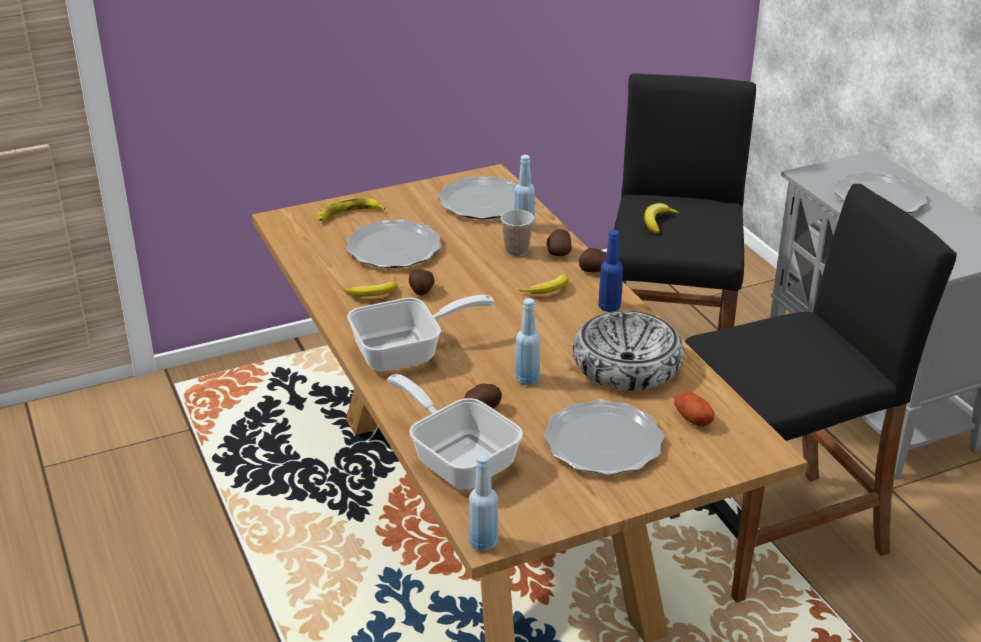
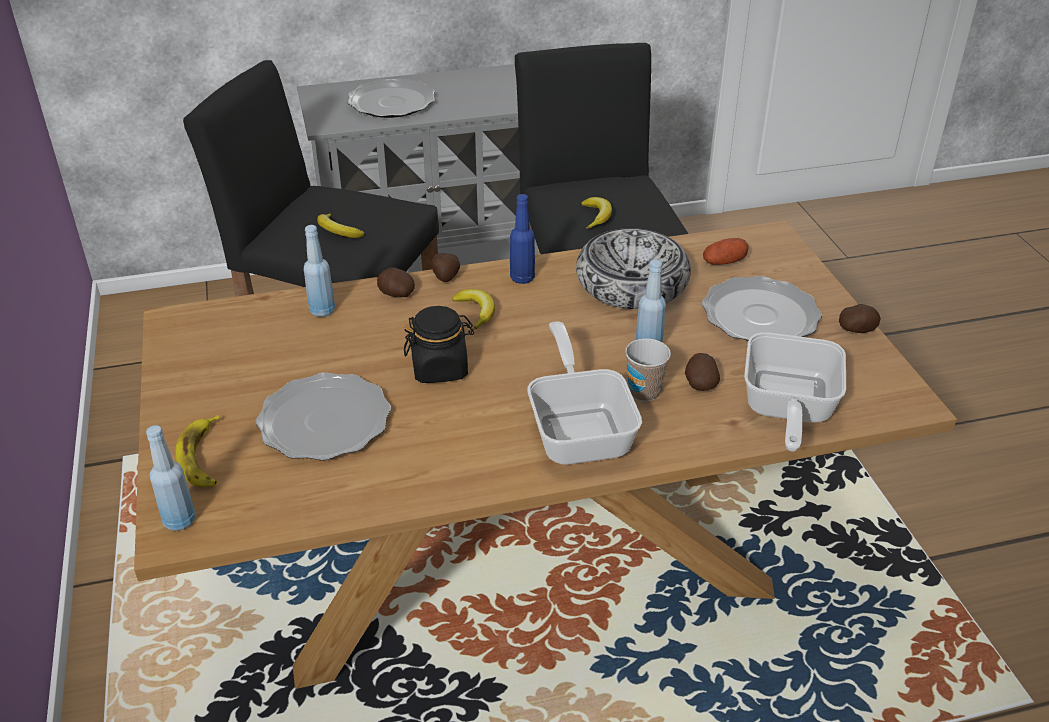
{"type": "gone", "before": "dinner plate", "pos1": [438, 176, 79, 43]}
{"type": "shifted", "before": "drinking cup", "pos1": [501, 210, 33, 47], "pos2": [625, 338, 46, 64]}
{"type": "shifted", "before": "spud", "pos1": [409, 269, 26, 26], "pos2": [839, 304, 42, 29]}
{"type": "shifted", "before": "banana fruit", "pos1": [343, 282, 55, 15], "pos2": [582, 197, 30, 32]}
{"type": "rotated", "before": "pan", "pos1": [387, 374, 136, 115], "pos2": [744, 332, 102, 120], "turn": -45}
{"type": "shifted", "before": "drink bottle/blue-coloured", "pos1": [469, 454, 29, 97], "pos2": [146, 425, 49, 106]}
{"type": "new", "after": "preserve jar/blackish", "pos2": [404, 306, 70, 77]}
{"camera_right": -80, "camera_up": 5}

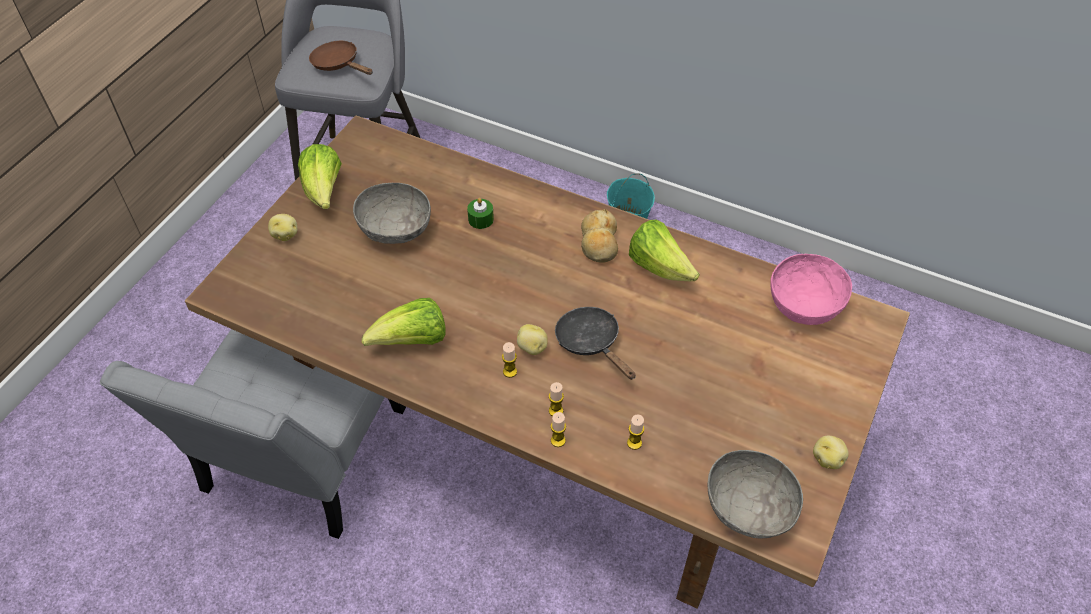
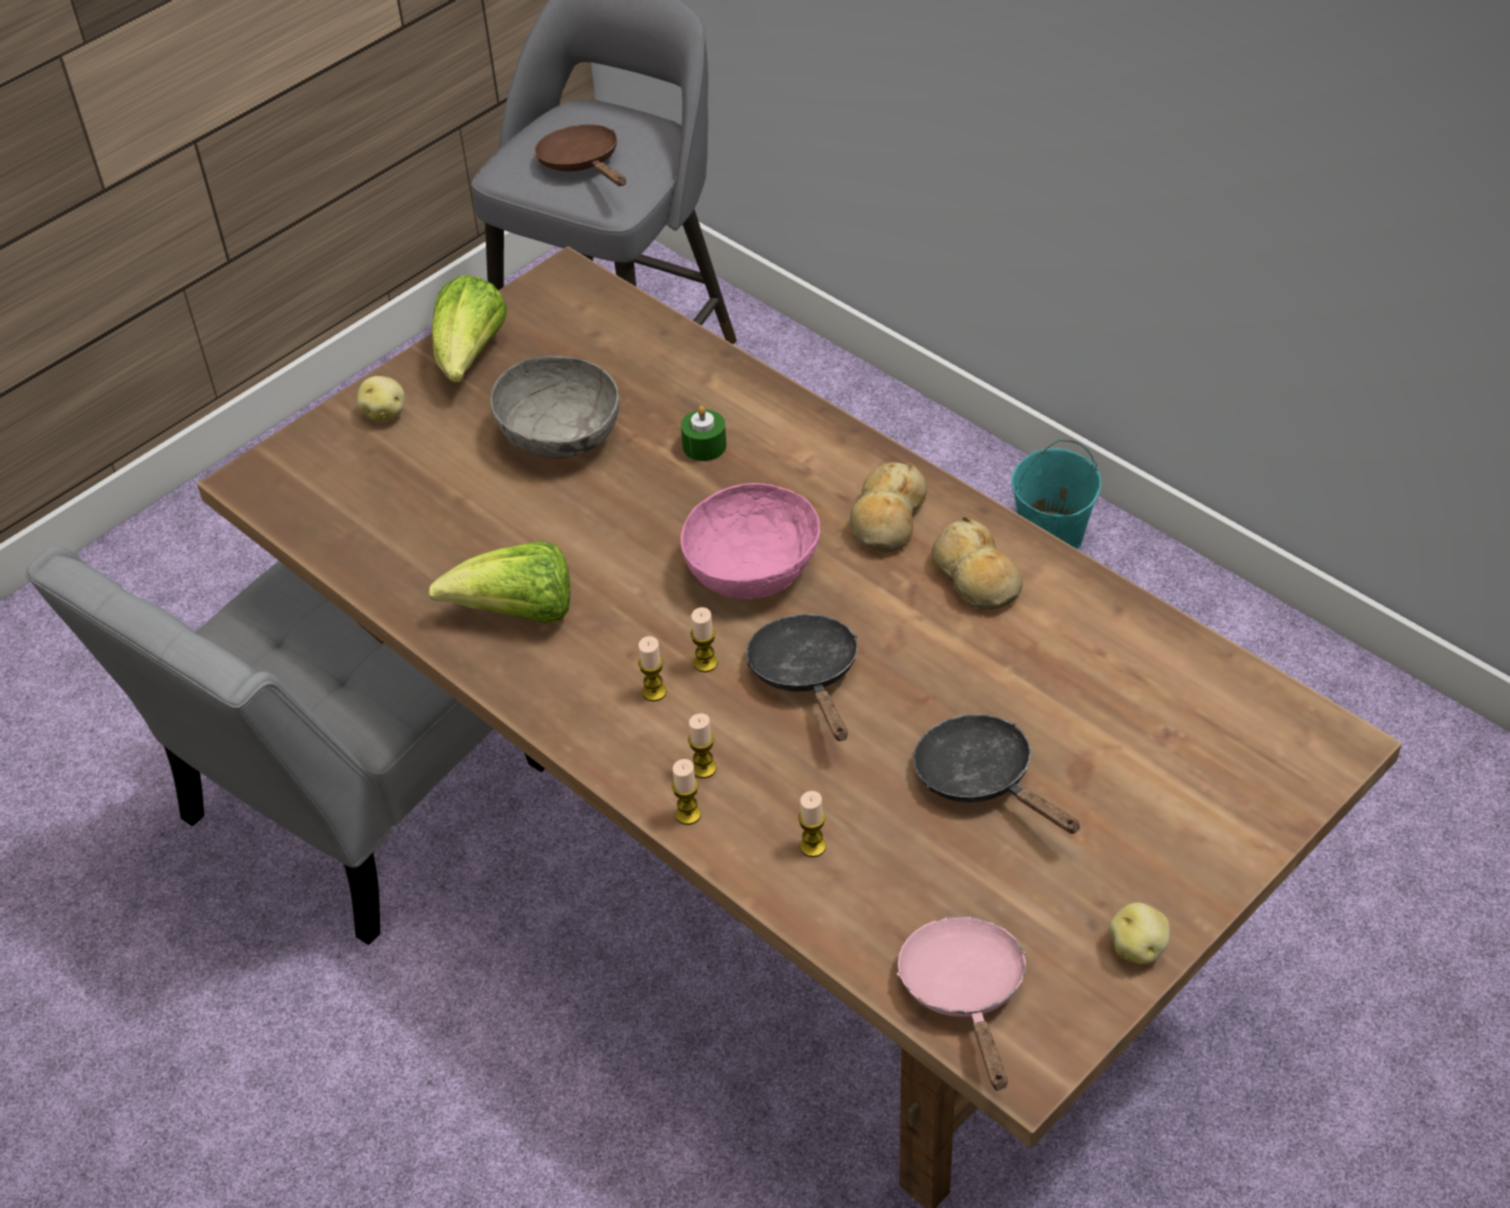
{"type": "swapped", "before": "lettuce", "after": "bread", "pos1": [629, 220, 71, 61], "pos2": [931, 517, 92, 93]}
{"type": "shifted", "before": "serving bowl/pinkish", "pos1": [770, 254, 82, 71], "pos2": [681, 483, 139, 116]}
{"type": "swapped", "before": "spud", "after": "wax candle", "pos1": [517, 324, 31, 31], "pos2": [690, 607, 28, 65]}
{"type": "swapped", "before": "serving bowl/greyish", "after": "pan/pinkish", "pos1": [707, 450, 96, 89], "pos2": [897, 916, 129, 174]}
{"type": "new", "after": "pan/blackish", "pos2": [913, 714, 167, 120]}
{"camera_right": 20, "camera_up": -5}

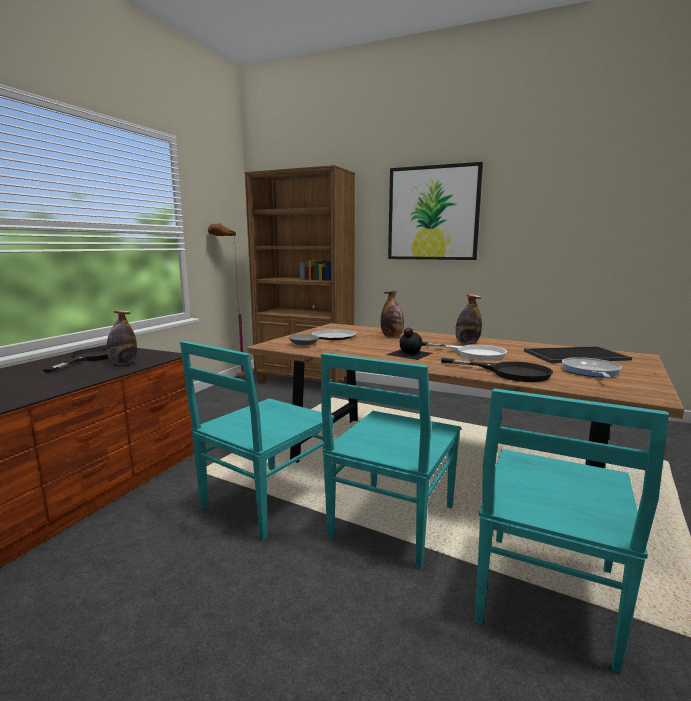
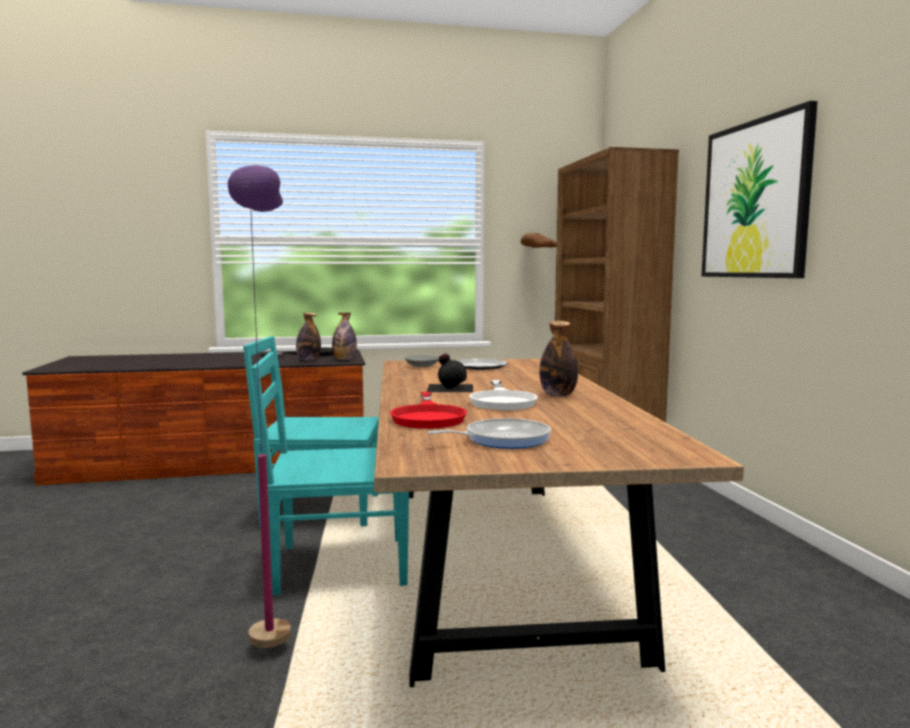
{"type": "shifted", "before": "drink bottle", "pos1": [381, 290, 23, 47], "pos2": [332, 312, 25, 48]}
{"type": "gone", "before": "tray", "pos1": [524, 346, 108, 17]}
{"type": "repainted", "before": "pan/blackish", "after": "pan/red-coloured", "pos1": [441, 358, 112, 24], "pos2": [390, 392, 77, 37]}
{"type": "swapped", "before": "plain chair/turquoise-coloured", "after": "standing lamp/purplish", "pos1": [475, 388, 194, 285], "pos2": [228, 165, 63, 483]}
{"camera_right": 55, "camera_up": -5}

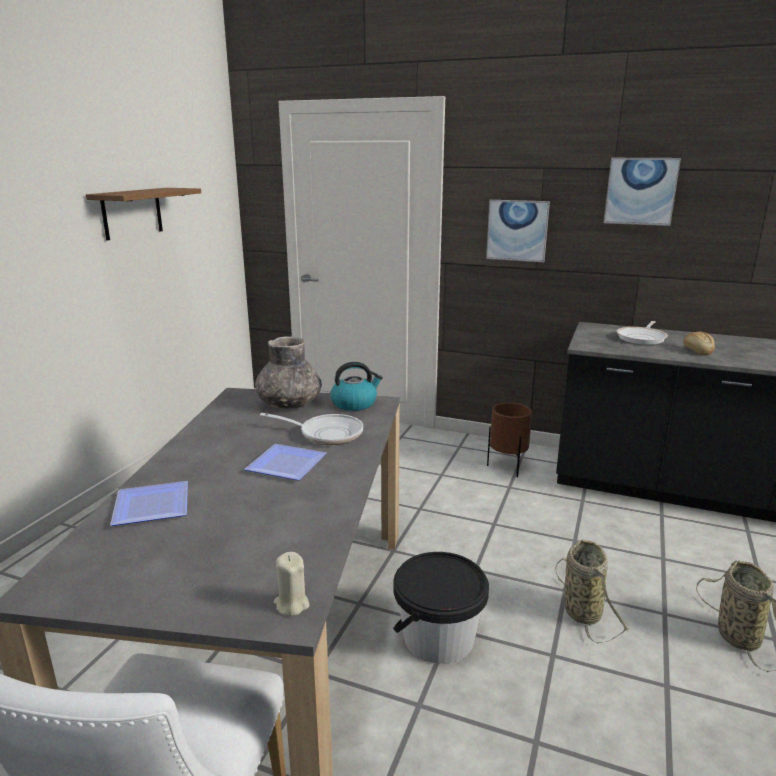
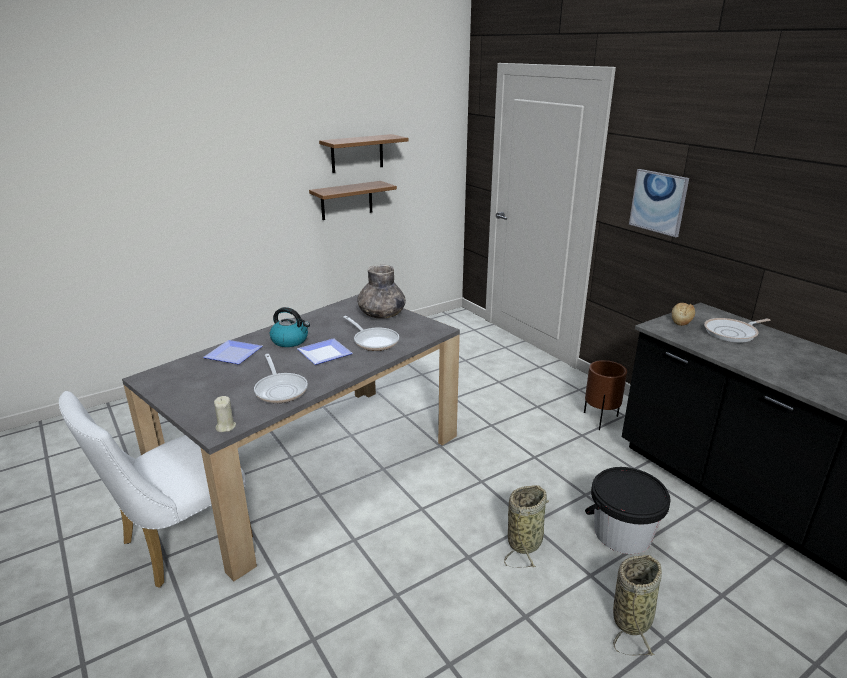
{"type": "gone", "before": "picture", "pos1": [603, 158, 78, 68]}
{"type": "shifted", "before": "bread", "pos1": [683, 331, 32, 25], "pos2": [672, 303, 23, 23]}
{"type": "shifted", "before": "tea kettle", "pos1": [330, 362, 53, 49], "pos2": [270, 307, 40, 40]}
{"type": "shifted", "before": "pail/blackish", "pos1": [393, 552, 96, 112], "pos2": [585, 467, 86, 87]}
{"type": "new", "after": "bracket shelf", "pos2": [309, 181, 88, 39]}
{"type": "new", "after": "pan", "pos2": [254, 354, 54, 49]}
{"camera_right": 35, "camera_up": 5}

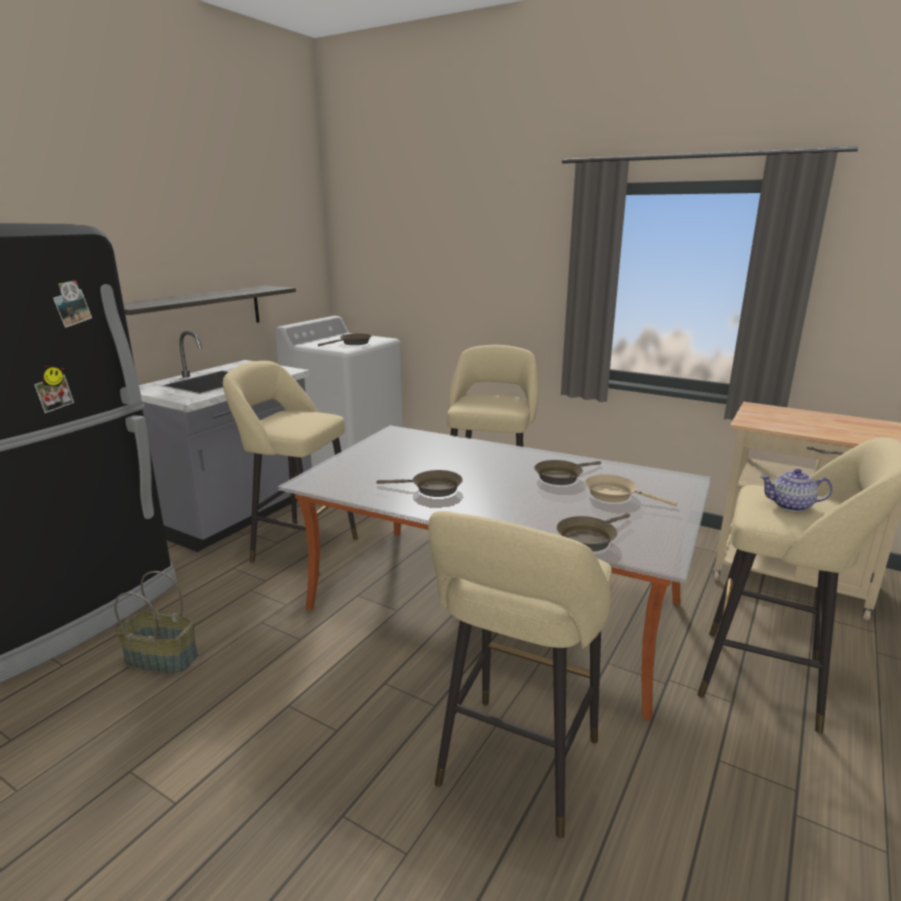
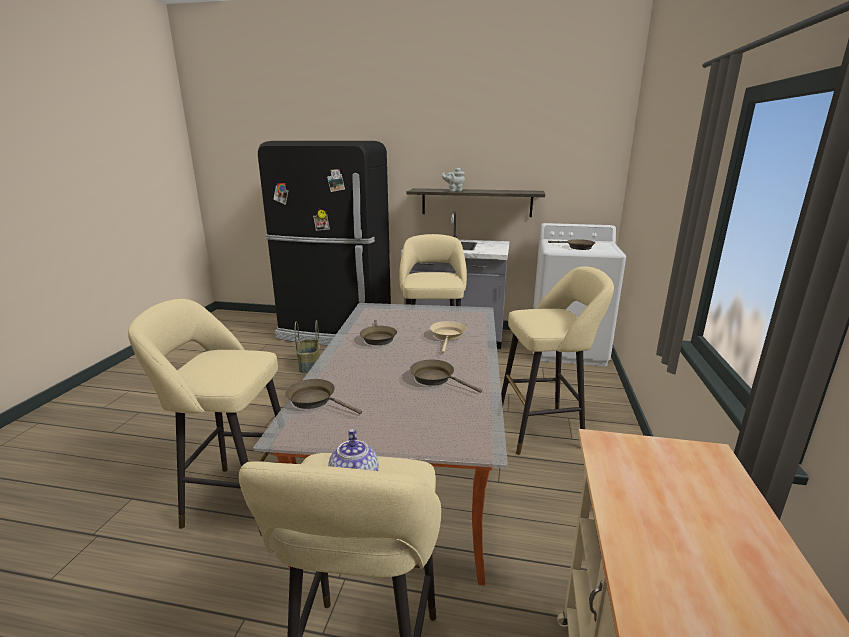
{"type": "shifted", "before": "pan/beige-coloured", "pos1": [585, 474, 92, 32], "pos2": [430, 321, 36, 32]}
{"type": "new", "after": "teapot/greyish", "pos2": [442, 168, 23, 23]}
{"camera_right": 70, "camera_up": 0}

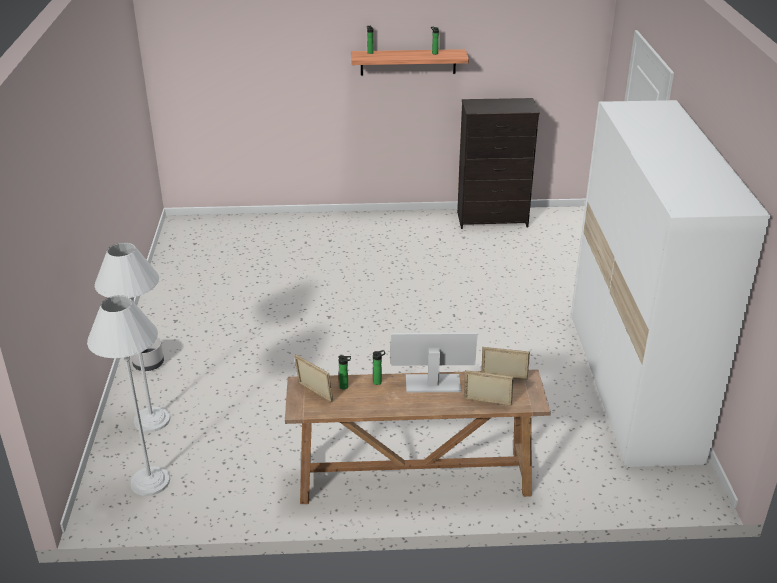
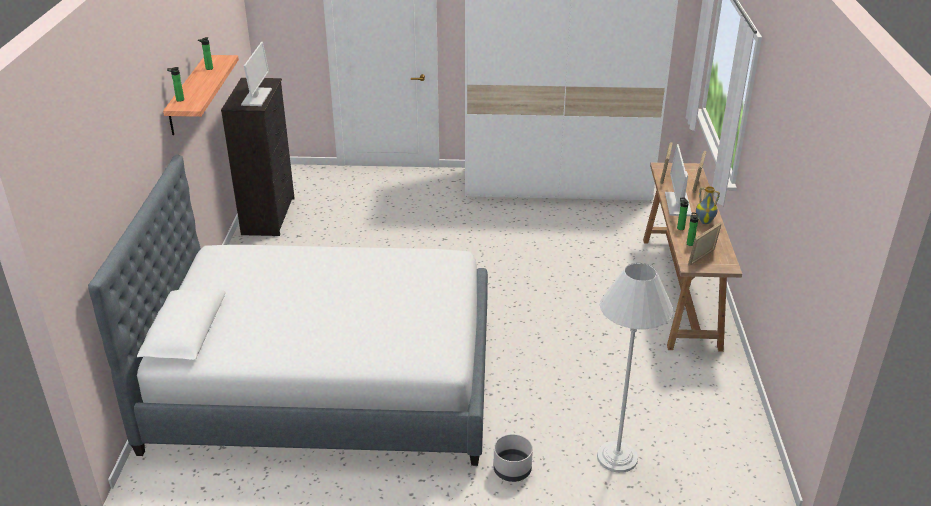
{"type": "gone", "before": "standing lamp/whitish", "pos1": [87, 295, 83, 201]}
{"type": "new", "after": "computer display", "pos2": [241, 42, 31, 64]}
{"type": "new", "after": "bedroom bed", "pos2": [88, 155, 400, 311]}
{"type": "new", "after": "vase", "pos2": [696, 186, 24, 38]}
{"camera_right": -85, "camera_up": 0}

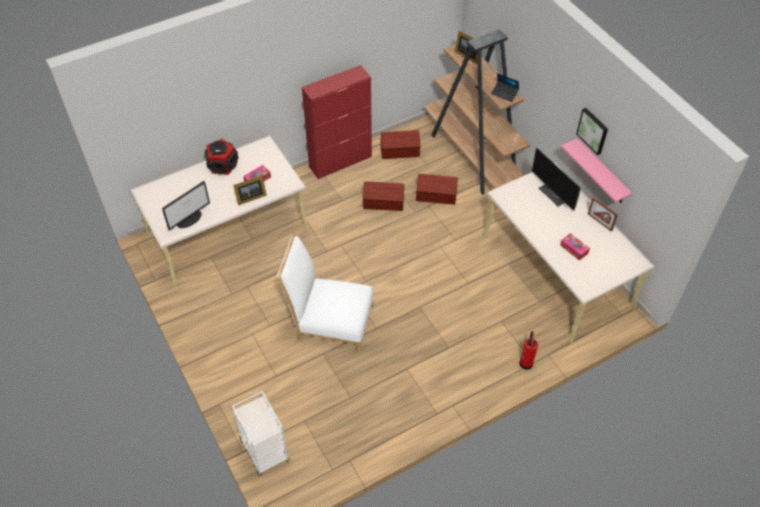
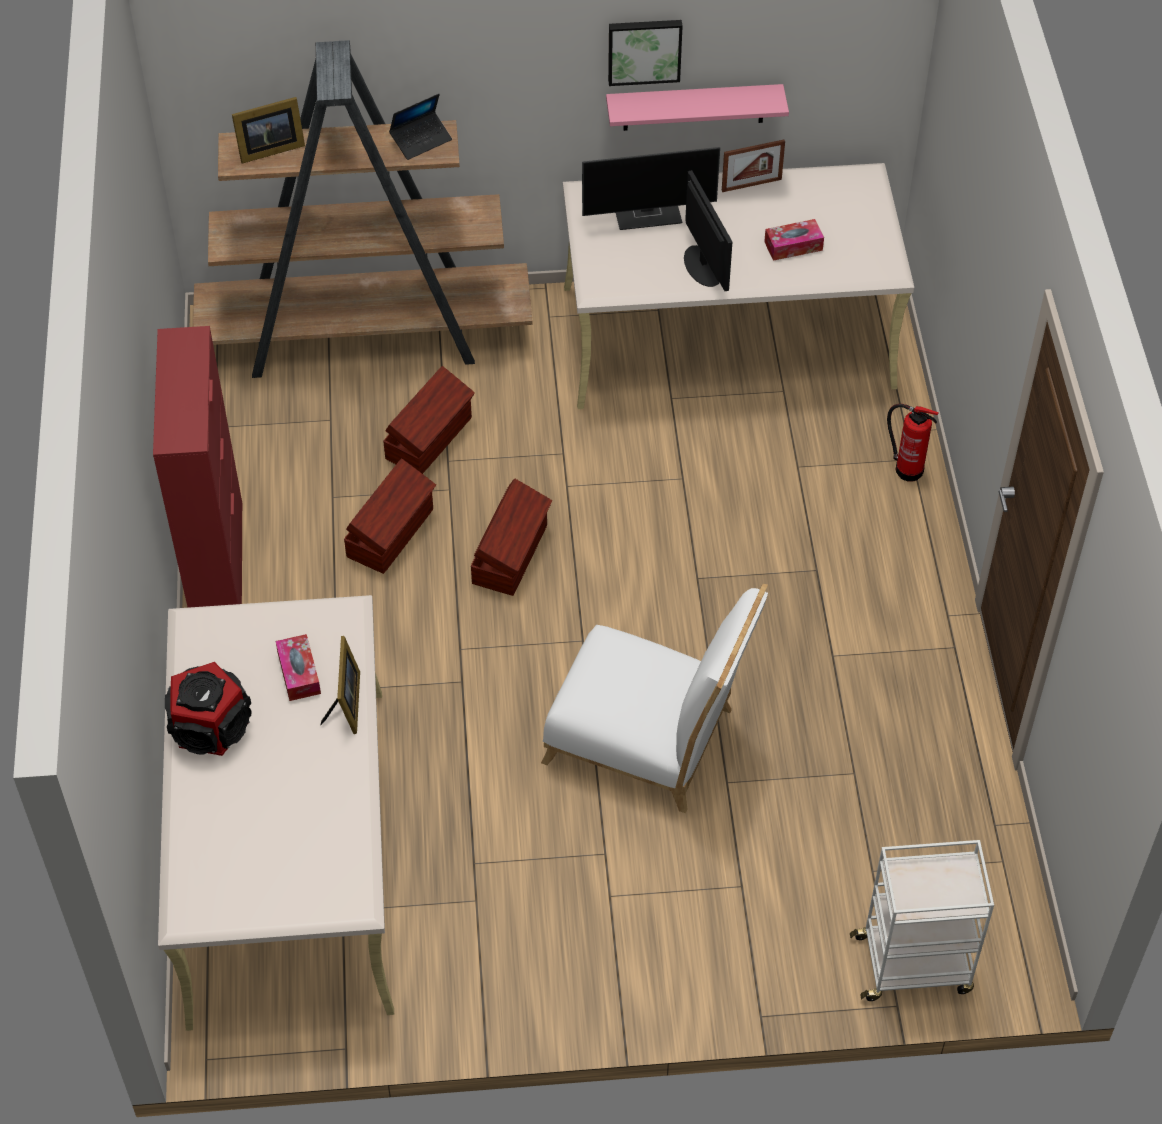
{"type": "shifted", "before": "storage bin/brownish", "pos1": [381, 130, 40, 29], "pos2": [471, 478, 81, 118]}
{"type": "shifted", "before": "computer display", "pos1": [162, 181, 48, 49], "pos2": [684, 170, 48, 121]}
{"type": "rotated", "before": "plain chair/whitish", "pos1": [277, 233, 98, 119], "pos2": [541, 584, 227, 229], "turn": -105}
{"camera_right": -65, "camera_up": 0}

